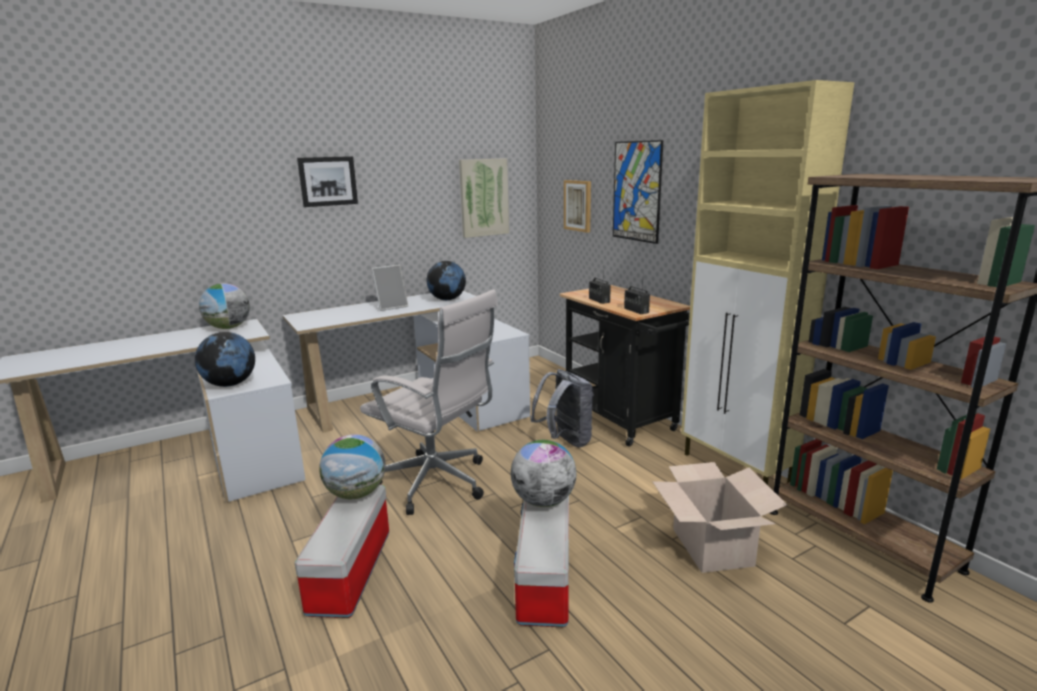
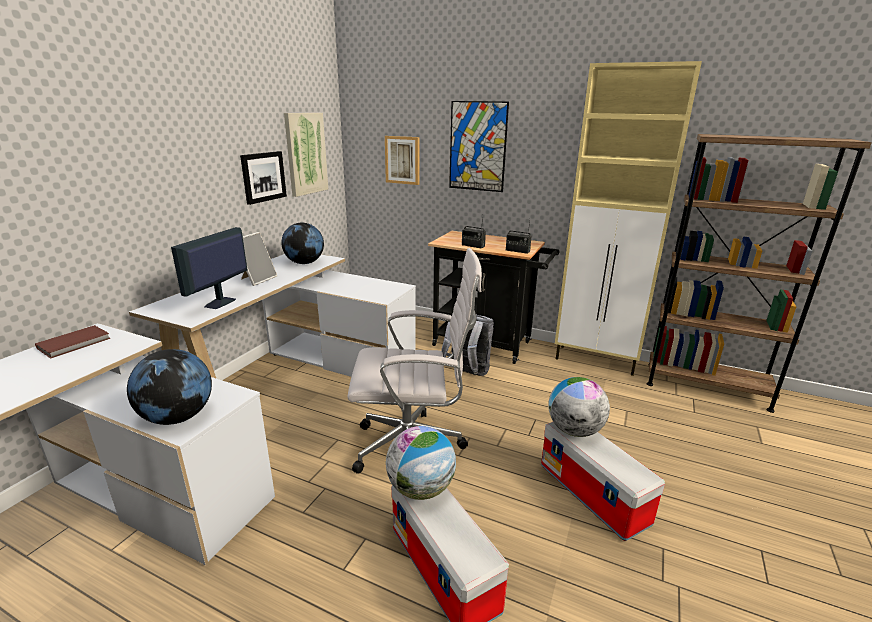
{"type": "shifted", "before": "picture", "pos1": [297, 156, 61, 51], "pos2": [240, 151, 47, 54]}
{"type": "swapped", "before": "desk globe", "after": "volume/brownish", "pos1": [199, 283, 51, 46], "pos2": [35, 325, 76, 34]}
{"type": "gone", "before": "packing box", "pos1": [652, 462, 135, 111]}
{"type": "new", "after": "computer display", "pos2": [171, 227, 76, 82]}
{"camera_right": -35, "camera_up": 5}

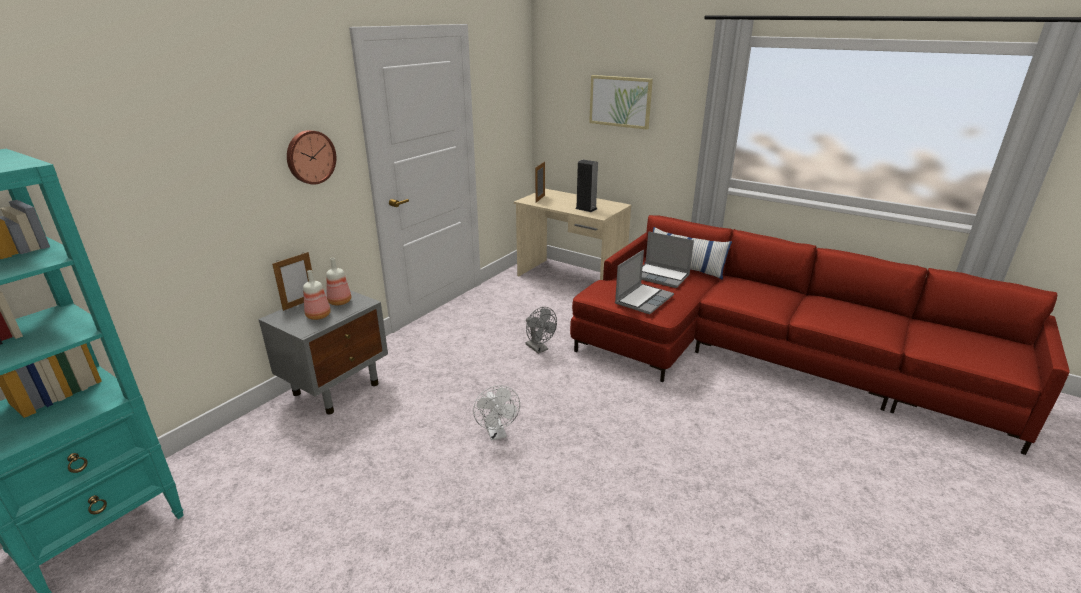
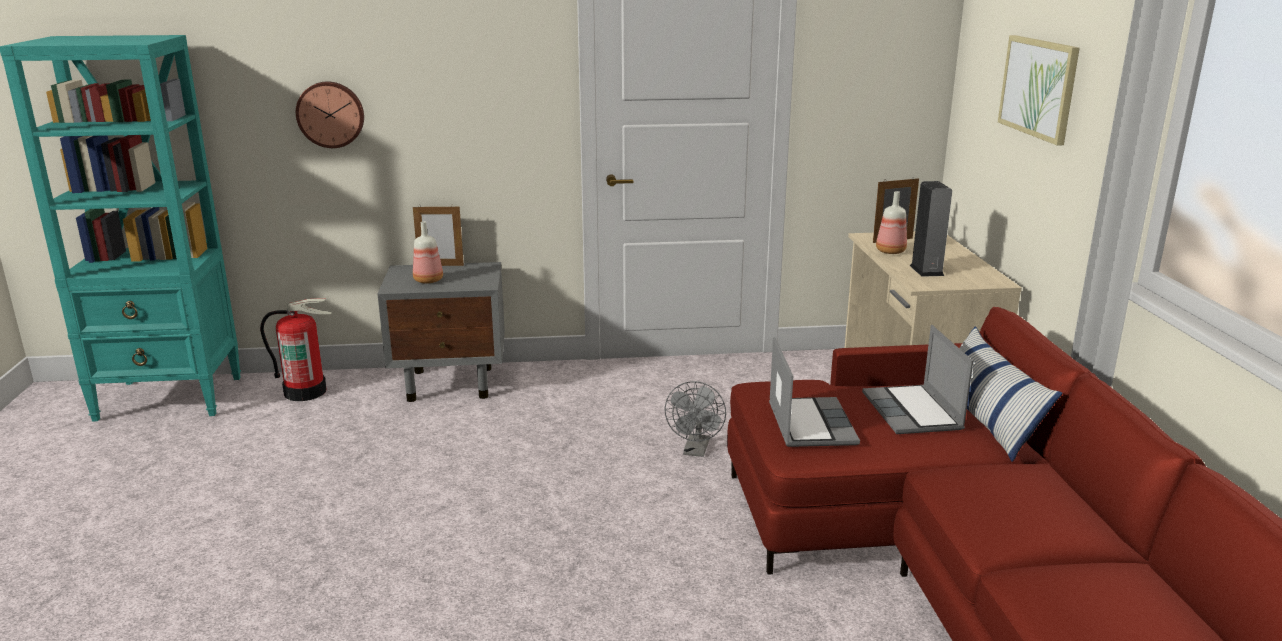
{"type": "shifted", "before": "clock on the wall", "pos1": [287, 130, 49, 54], "pos2": [296, 82, 68, 66]}
{"type": "rotated", "before": "laptop", "pos1": [615, 250, 59, 64], "pos2": [769, 337, 91, 110], "turn": -90}
{"type": "shifted", "before": "drink bottle", "pos1": [326, 258, 25, 47], "pos2": [876, 191, 31, 63]}
{"type": "gone", "before": "cooling fan/whitish", "pos1": [473, 385, 47, 56]}
{"type": "new", "after": "fire-fighting cylinder", "pos2": [260, 298, 72, 103]}
{"camera_right": 50, "camera_up": -5}

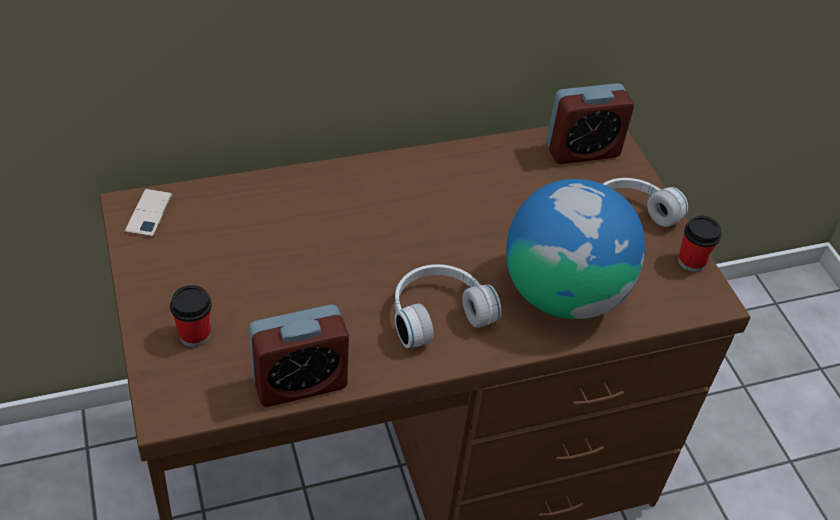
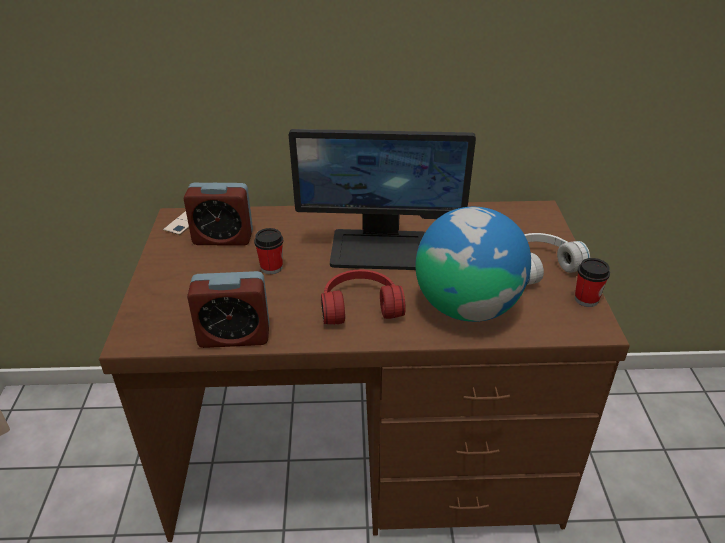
{"type": "shifted", "before": "alarm clock", "pos1": [546, 83, 88, 81], "pos2": [183, 182, 70, 64]}
{"type": "repainted", "before": "headset/whitish", "after": "headset/red-coloured", "pos1": [394, 264, 108, 84], "pos2": [321, 270, 85, 54]}
{"type": "shifted", "before": "drinking cup", "pos1": [170, 285, 42, 62], "pos2": [254, 228, 29, 46]}
{"type": "new", "after": "computer display", "pos2": [289, 129, 187, 141]}
{"camera_right": 20, "camera_up": -10}

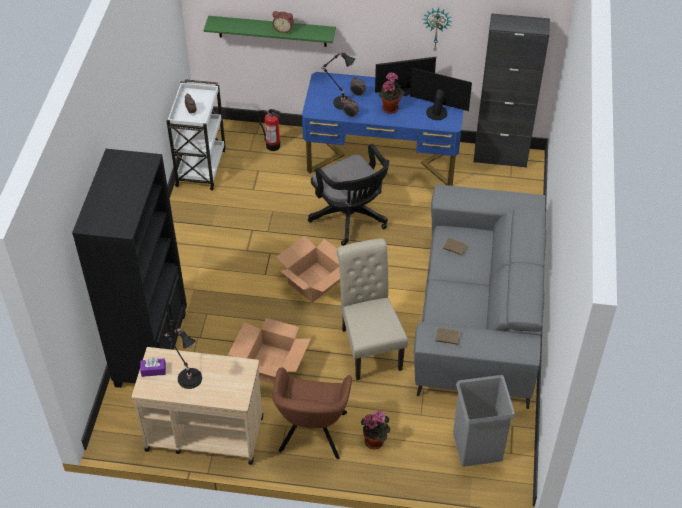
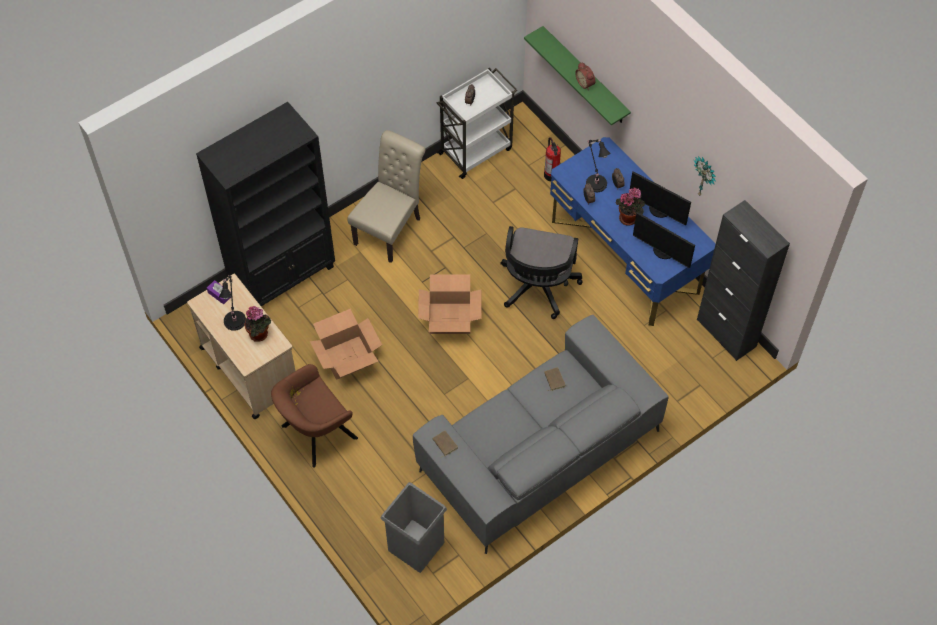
{"type": "rotated", "before": "computer display", "pos1": [410, 68, 62, 52], "pos2": [633, 212, 62, 56], "turn": 150}
{"type": "shifted", "before": "plain chair/beige-coloured", "pos1": [336, 238, 72, 142], "pos2": [347, 130, 78, 133]}
{"type": "shifted", "before": "potted plant", "pos1": [361, 410, 30, 39], "pos2": [245, 306, 26, 36]}
{"camera_right": 45, "camera_up": 10}

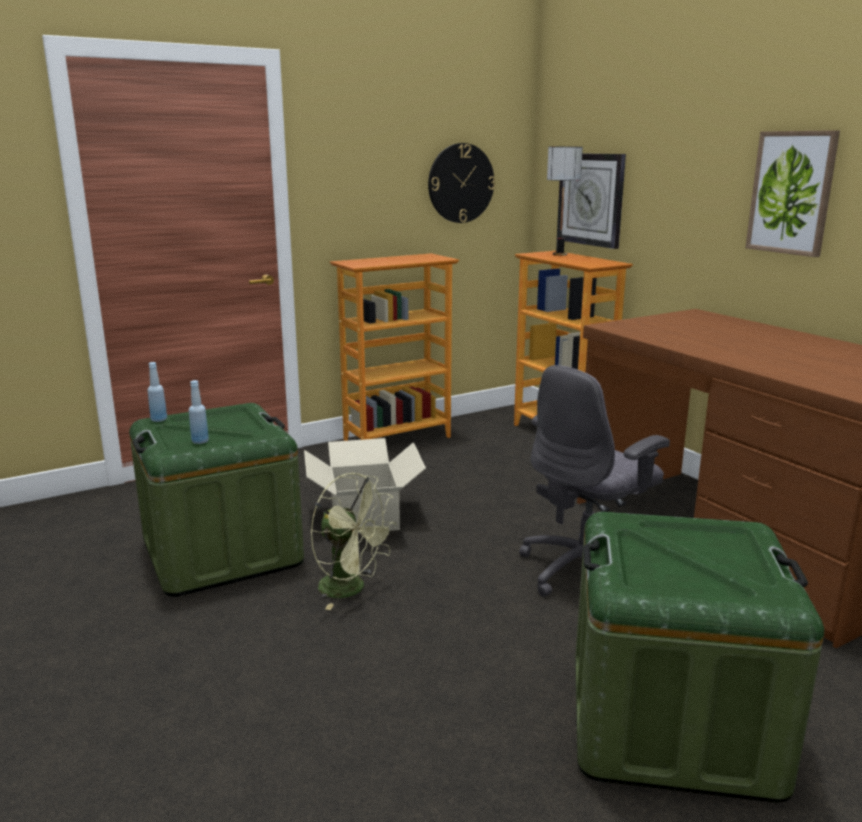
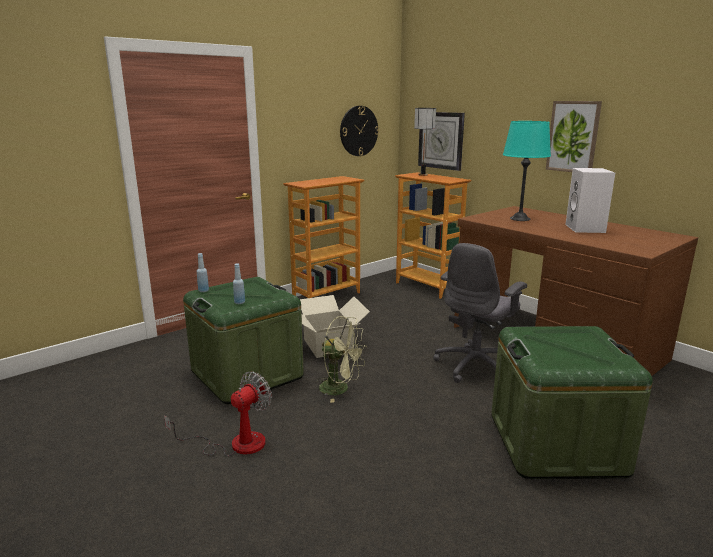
{"type": "new", "after": "table lamp/turquoise-coloured", "pos2": [503, 121, 48, 100]}
{"type": "new", "after": "audio speaker/whitish", "pos2": [565, 168, 50, 65]}
{"type": "new", "after": "cooling fan", "pos2": [164, 372, 108, 84]}
{"camera_right": -10, "camera_up": 0}

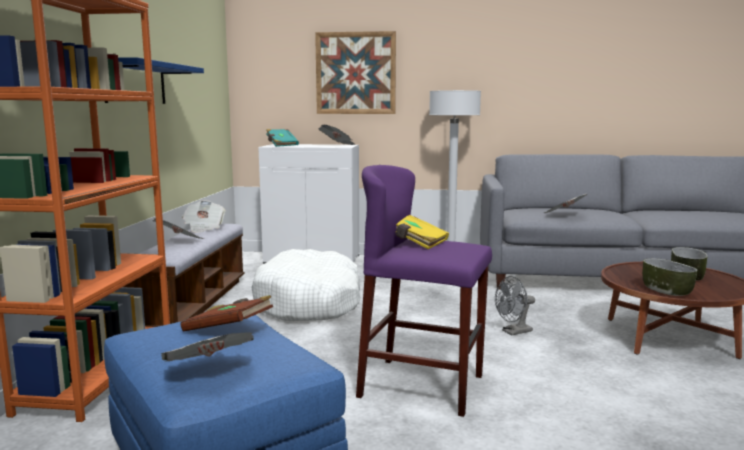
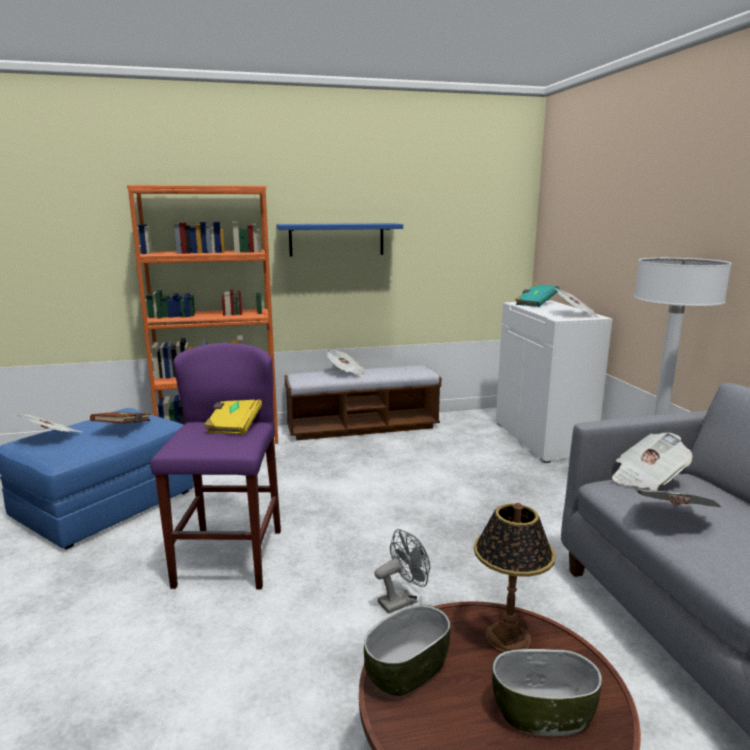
{"type": "gone", "before": "picture", "pos1": [315, 31, 81, 83]}
{"type": "shifted", "before": "newspaper", "pos1": [182, 200, 44, 33], "pos2": [612, 433, 80, 57]}
{"type": "gone", "before": "dog cushion/whitish", "pos1": [252, 249, 108, 72]}
{"type": "rotated", "before": "cooling fan/greyish", "pos1": [495, 276, 40, 59], "pos2": [375, 529, 55, 85], "turn": 105}
{"type": "new", "after": "table lamp", "pos2": [474, 503, 82, 150]}
{"camera_right": 70, "camera_up": 5}

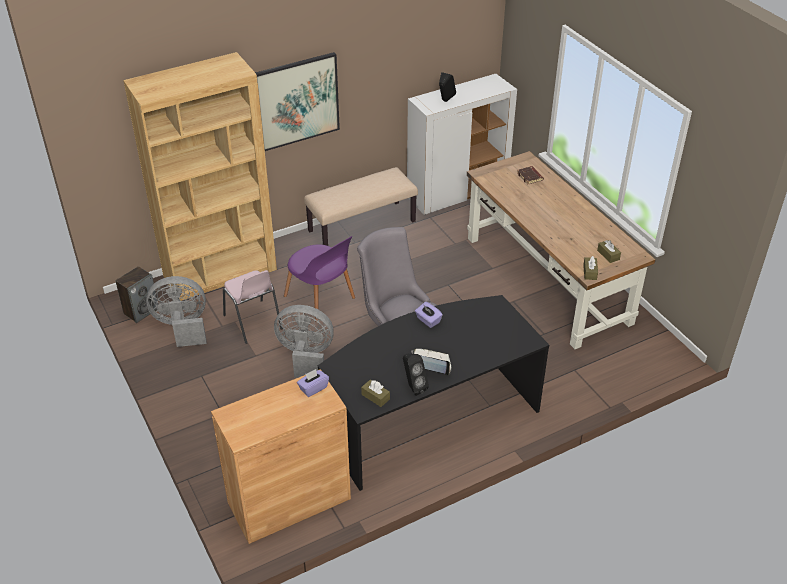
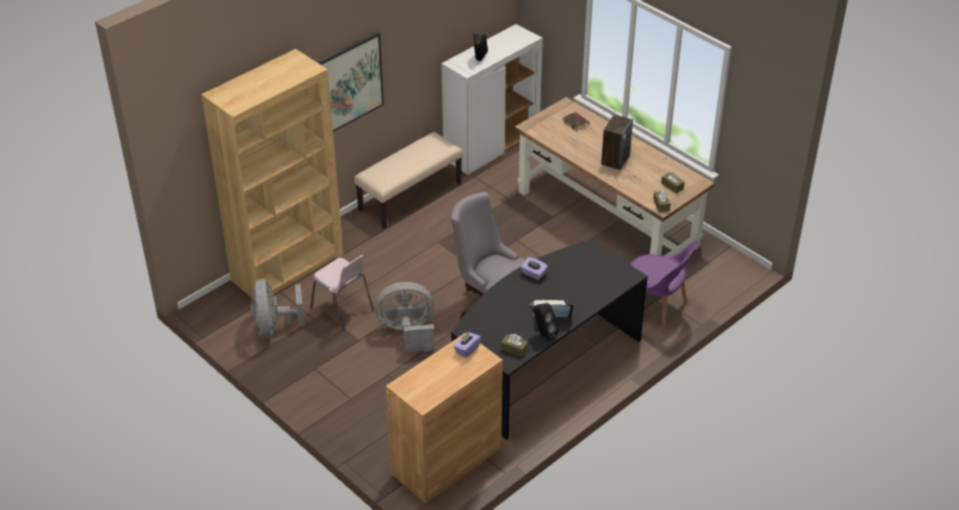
{"type": "shifted", "before": "plain chair/purplish", "pos1": [284, 236, 71, 86], "pos2": [630, 241, 68, 92]}
{"type": "shifted", "before": "audio speaker", "pos1": [115, 266, 43, 57], "pos2": [601, 115, 32, 55]}
{"type": "rotated", "before": "cooling fan/greyish", "pos1": [146, 276, 61, 71], "pos2": [251, 279, 54, 59], "turn": -75}
{"camera_right": -15, "camera_up": 0}

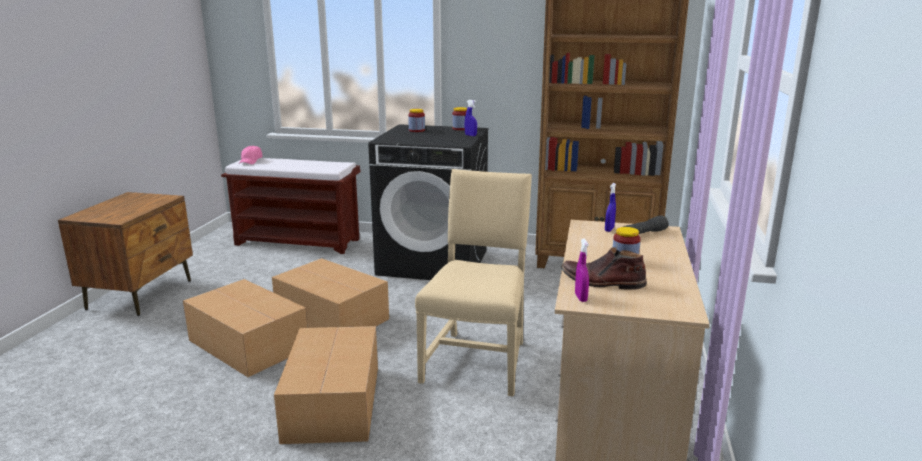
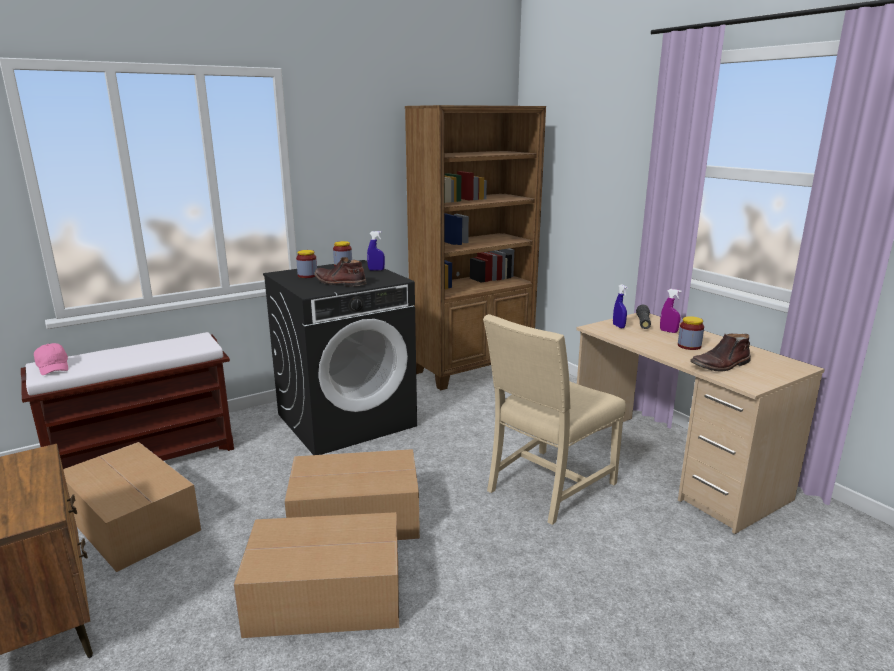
{"type": "rotated", "before": "plain chair/beige-coloured", "pos1": [415, 169, 117, 228], "pos2": [483, 314, 143, 211], "turn": -105}
{"type": "shifted", "before": "hand sprayer/purplish", "pos1": [575, 239, 14, 63], "pos2": [660, 289, 22, 44]}
{"type": "shifted", "before": "packing box", "pos1": [274, 326, 104, 118], "pos2": [63, 442, 138, 130]}
{"type": "new", "after": "high-top boot/brownish", "pos2": [314, 257, 53, 30]}
{"camera_right": -45, "camera_up": 0}

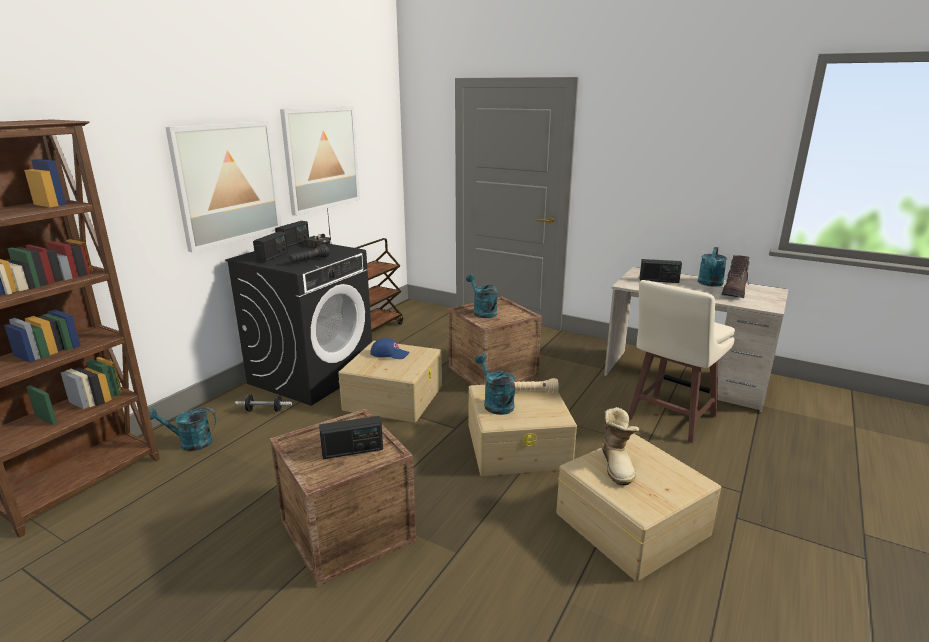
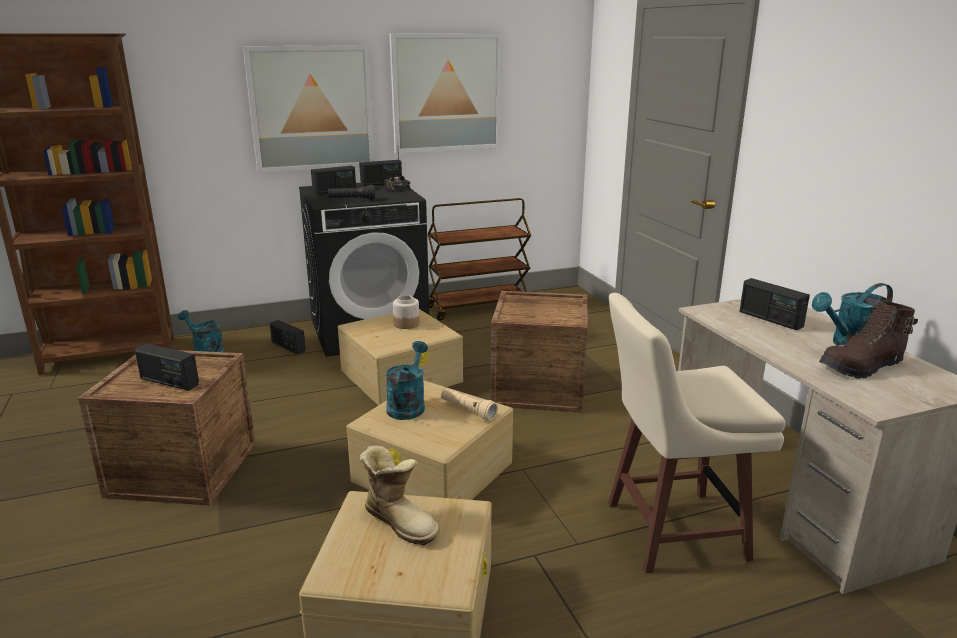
{"type": "gone", "before": "sprinkling can/turquoise-coloured", "pos1": [466, 274, 32, 44]}
{"type": "swapped", "before": "baseball cap/blue-coloured", "after": "preserve jar", "pos1": [370, 338, 40, 21], "pos2": [393, 295, 27, 34]}
{"type": "swapped", "before": "hand weight", "after": "radio receiver", "pos1": [235, 395, 57, 17], "pos2": [270, 320, 36, 35]}
{"type": "rotated", "before": "high-top boot", "pos1": [602, 407, 38, 78], "pos2": [360, 446, 80, 99], "turn": -90}
{"camera_right": 40, "camera_up": 0}

